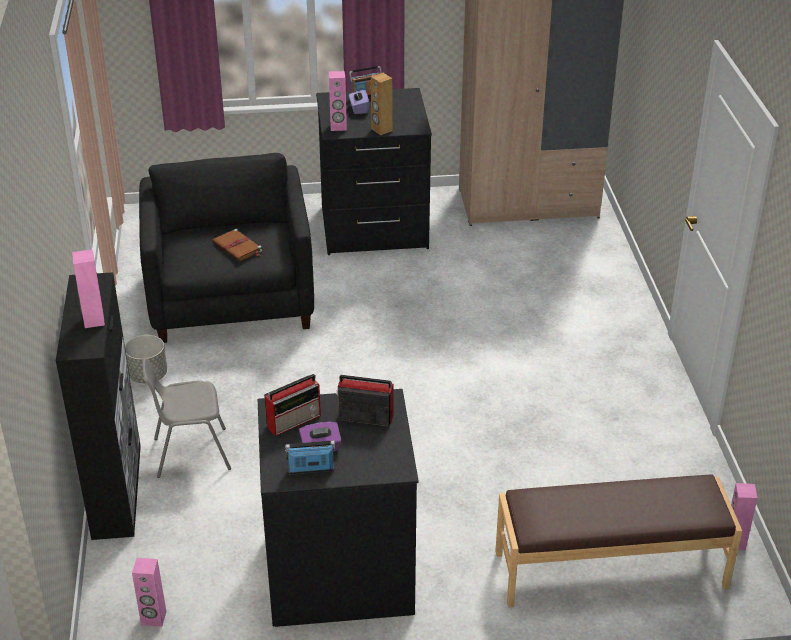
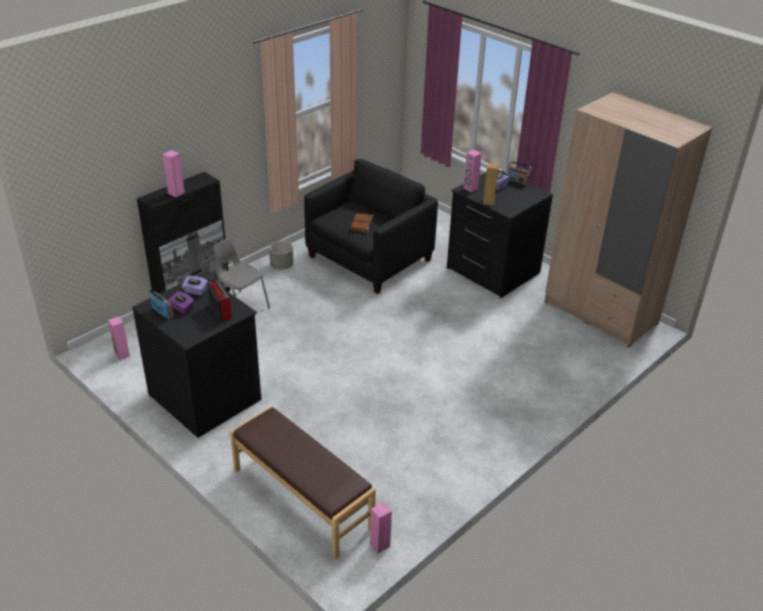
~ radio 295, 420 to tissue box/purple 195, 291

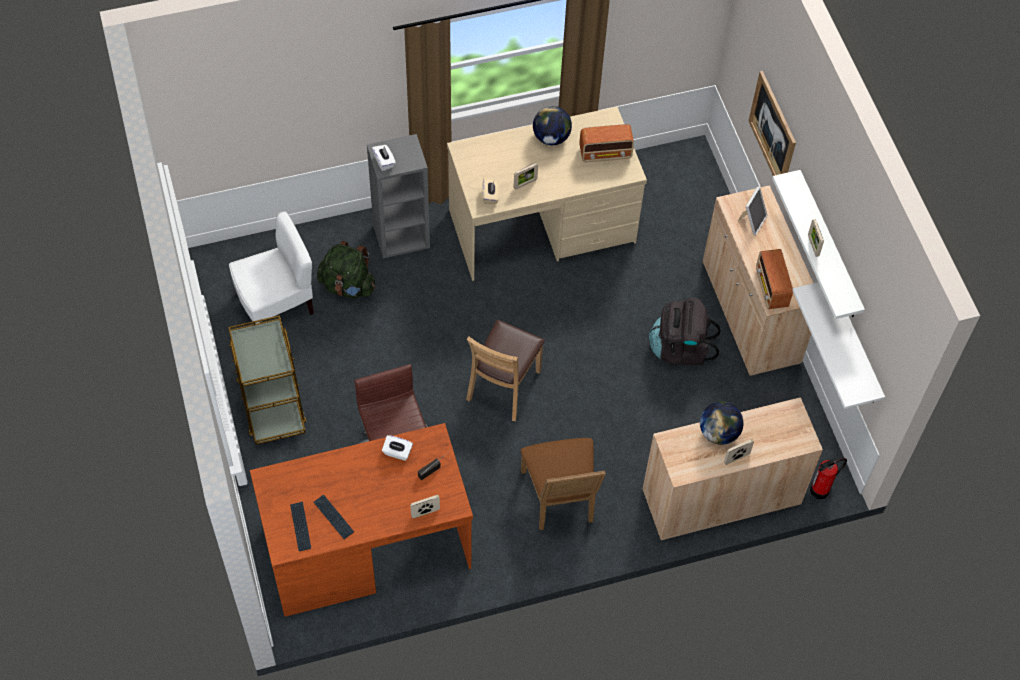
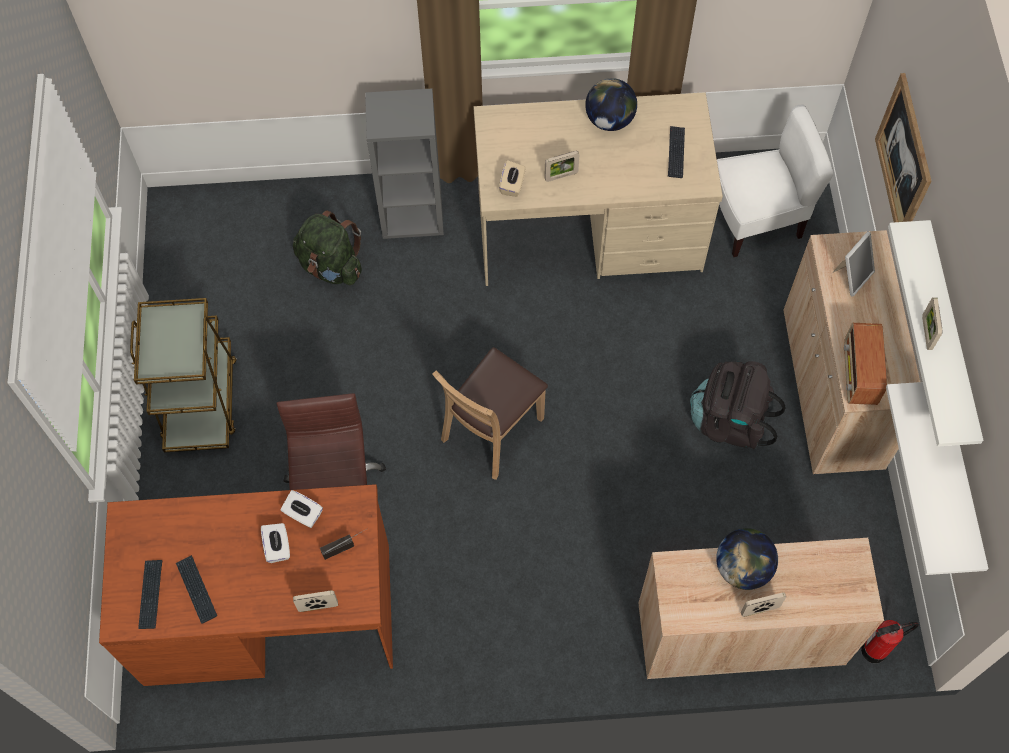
~ plain chair/white 276, 304 to 756, 219
~ tissue box/white 384, 162 to 278, 547
- plain chair/brownish 560, 500
~ radio 606, 153 to PC keyboard 676, 152

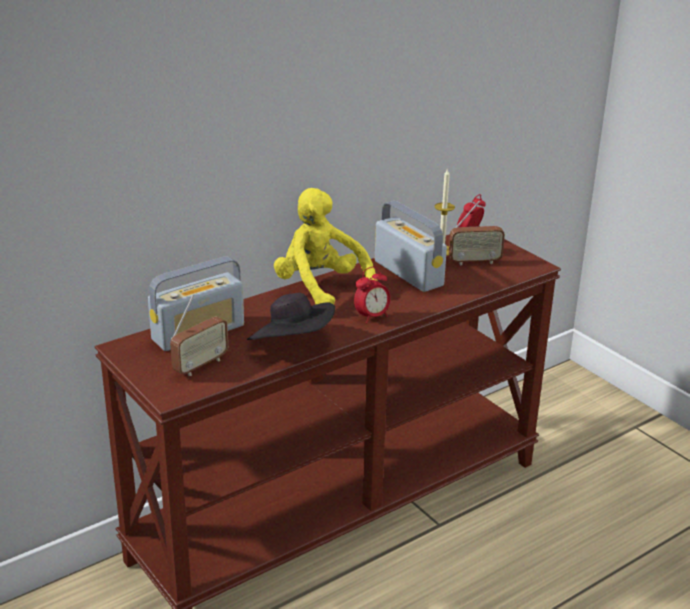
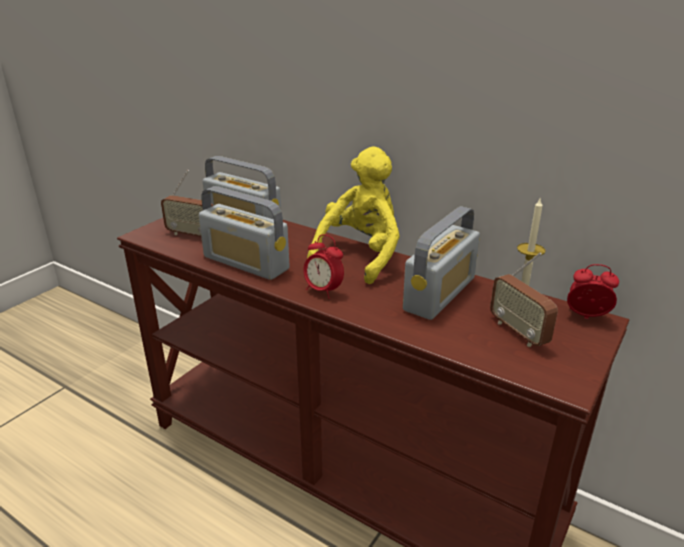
~ hat/black-coloured 292, 344 to radio 246, 263

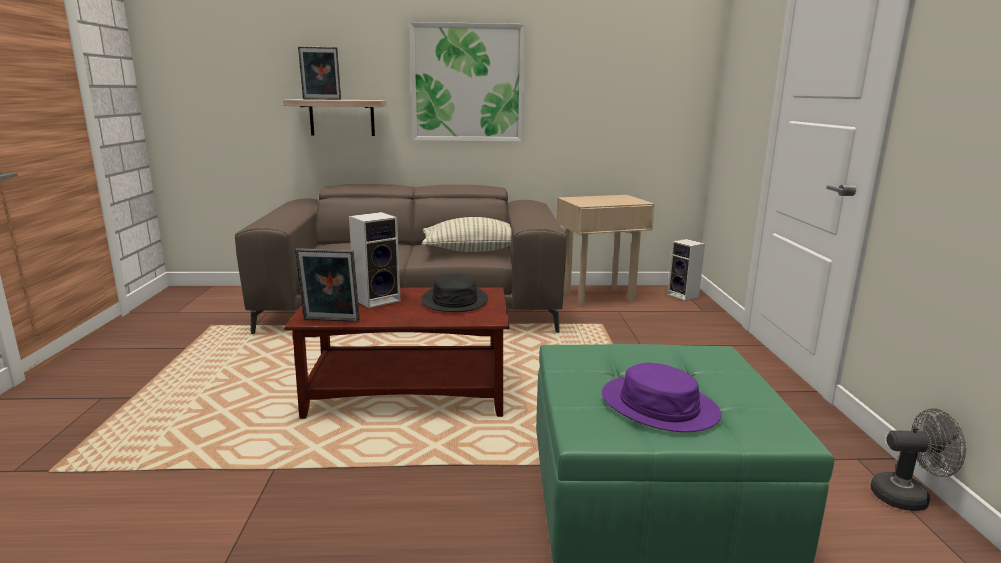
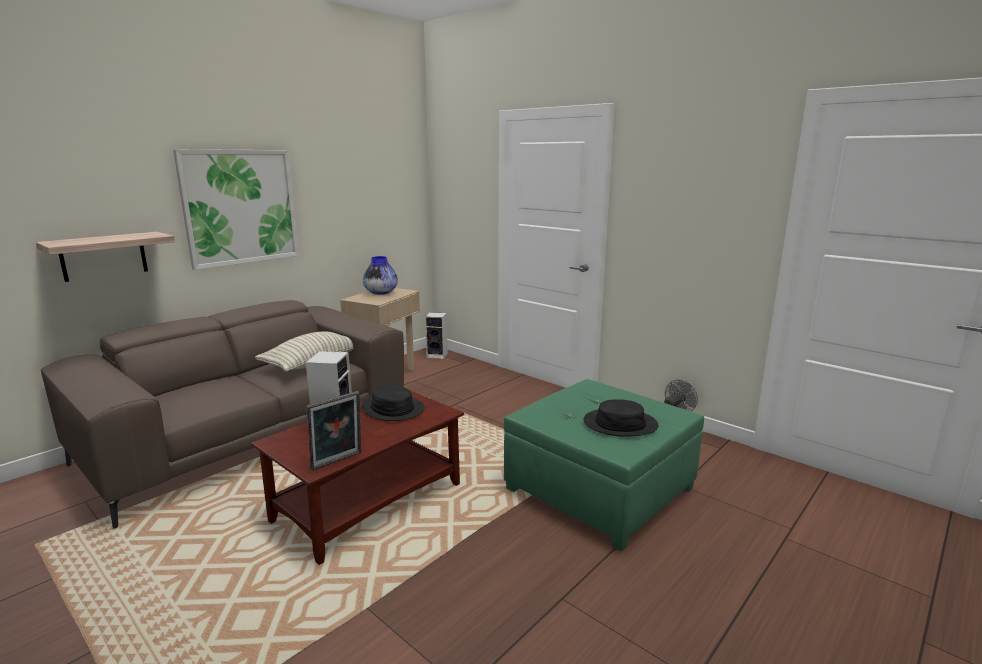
- standing frame 321, 99
~ hat/purple 659, 405 to hat/black-coloured 620, 424
+ flower vase 381, 293

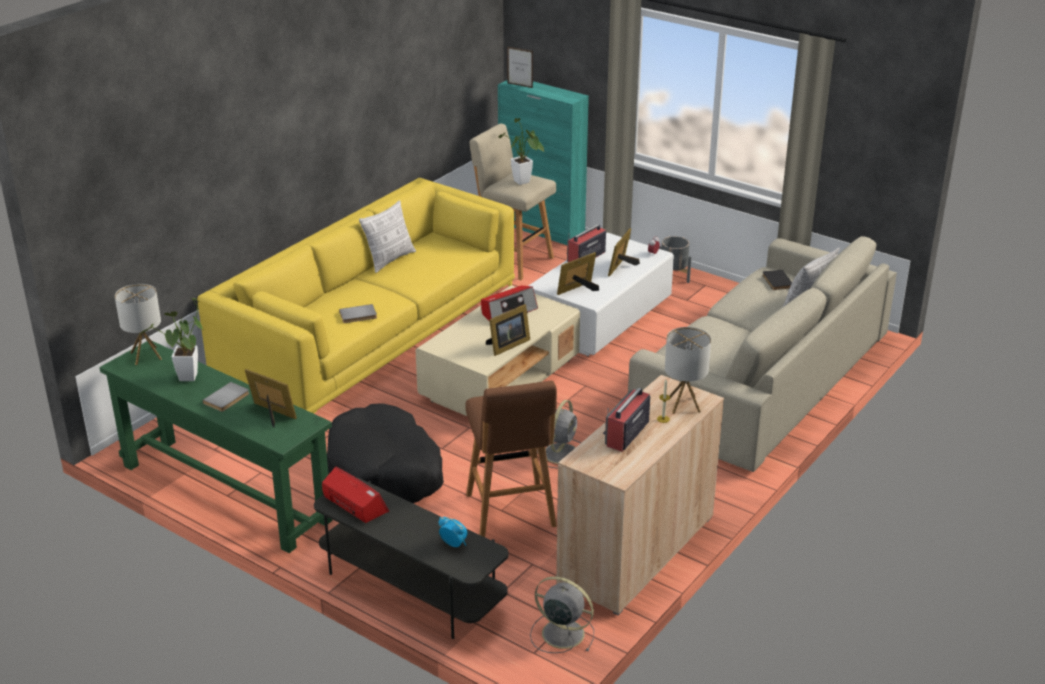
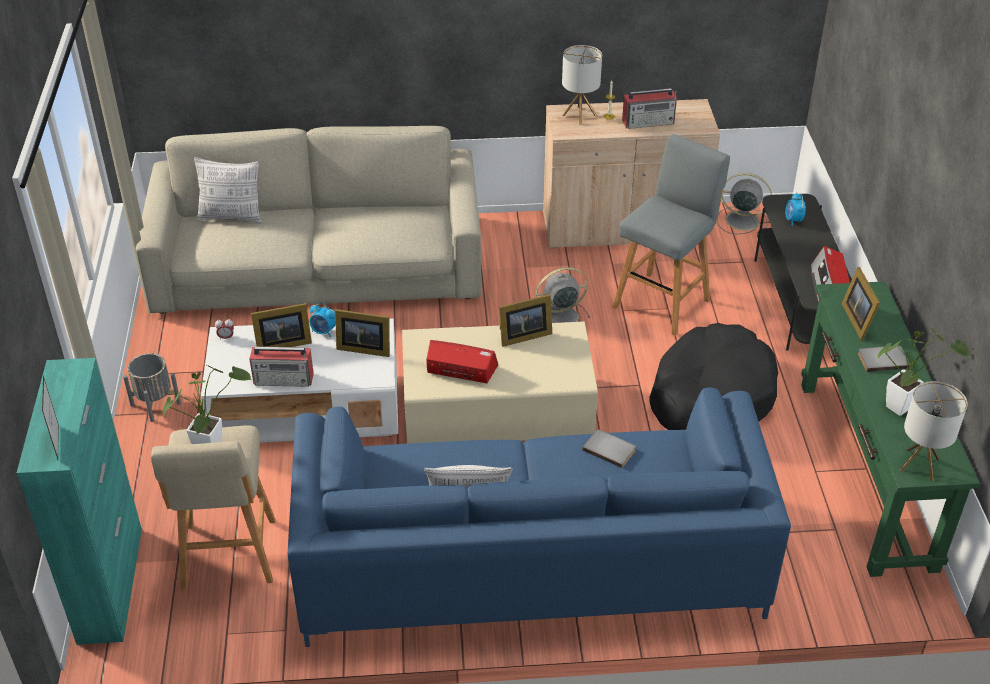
~ couch/yellow 371, 337 to couch/blue-coloured 529, 561
~ stool/brownish 511, 512 to stool/greyish 663, 302
~ standing frame 507, 345 = 522, 336 150 degrees clockwise
~ electric fan/greyish 561, 633 = 740, 220 120 degrees clockwise
- volume/black-coloured 776, 281
+ table clock 323, 331

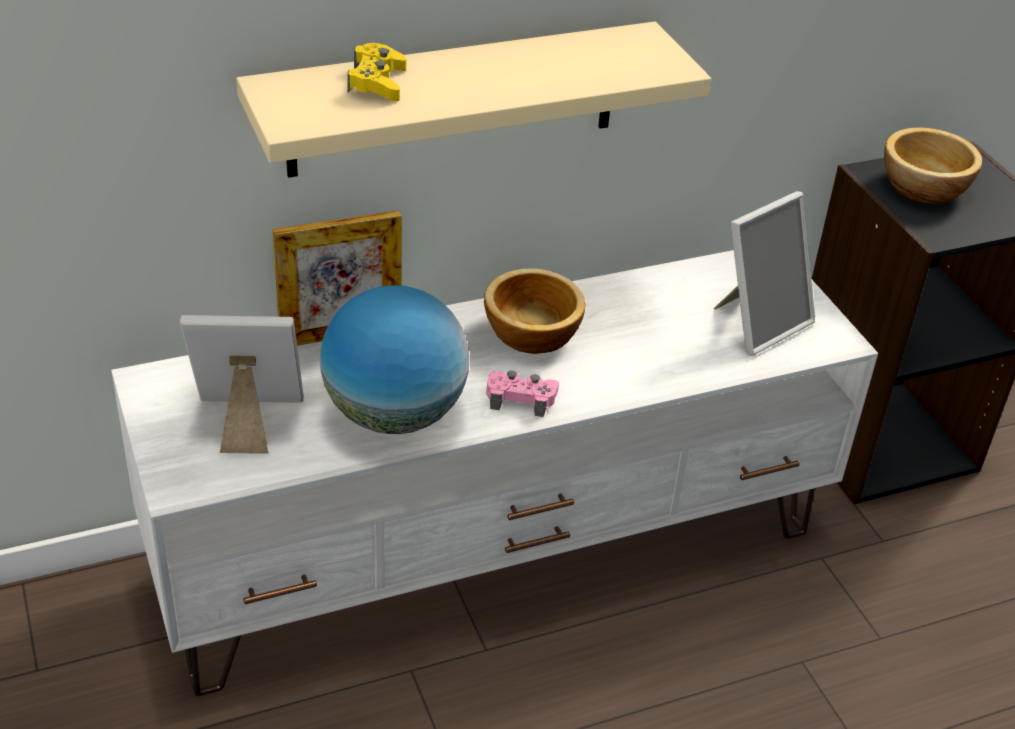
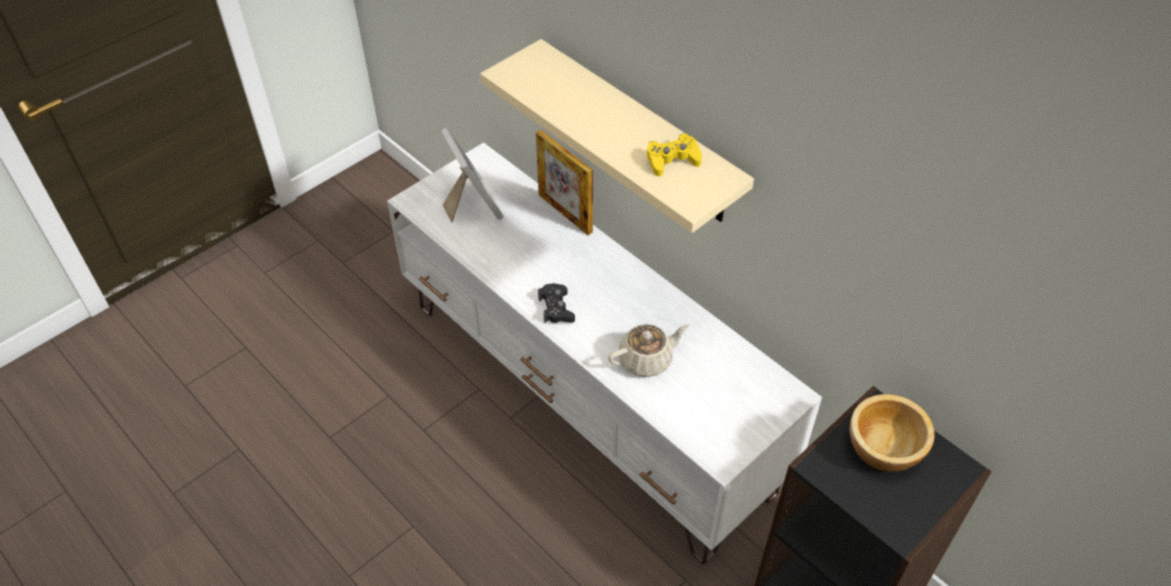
- world globe 394, 414
~ gamepad/yellow 377, 82 to 672, 160
- serving bowl 530, 332
~ gamepad/pink 521, 398 to gamepad/black-coloured 556, 308
- standing frame 758, 322
+ teapot/beige-coloured 646, 360

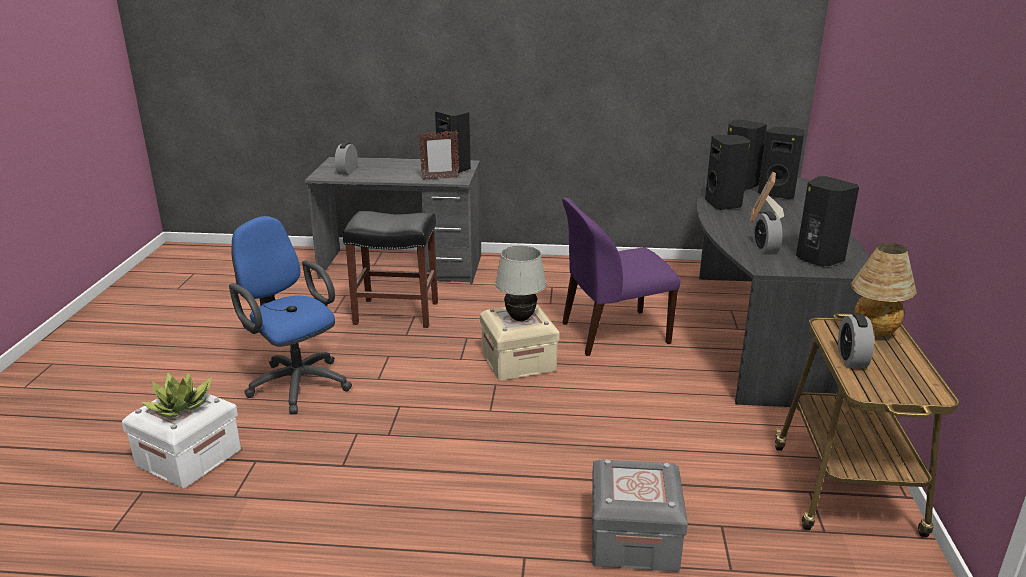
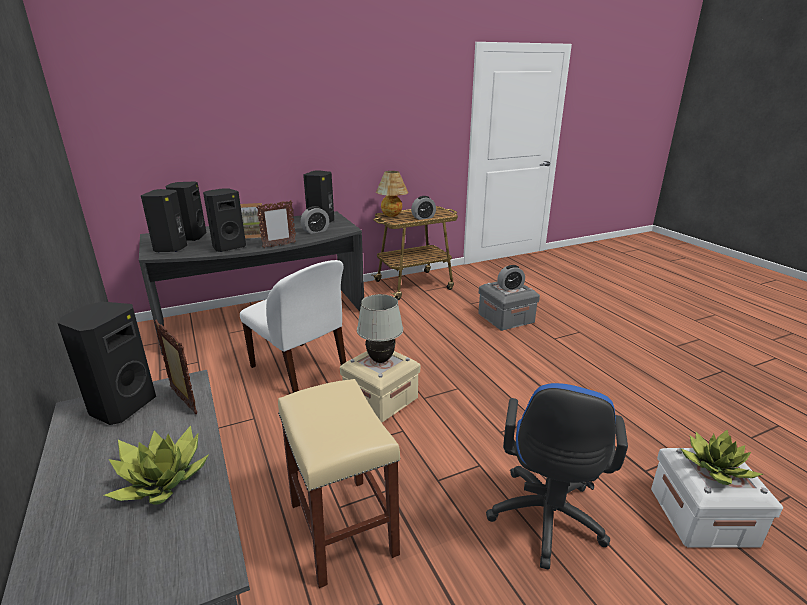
~ table clock 347, 171 to 510, 288
~ stool/black-coloured 395, 313 to stool/beige-coloured 344, 529
~ plain chair/purple 612, 333 to plain chair/white 300, 370
+ potted plant 162, 479
+ standing frame 279, 245

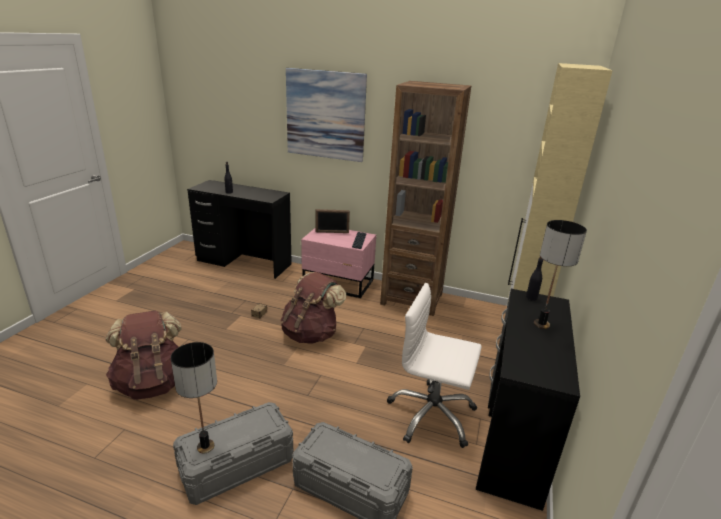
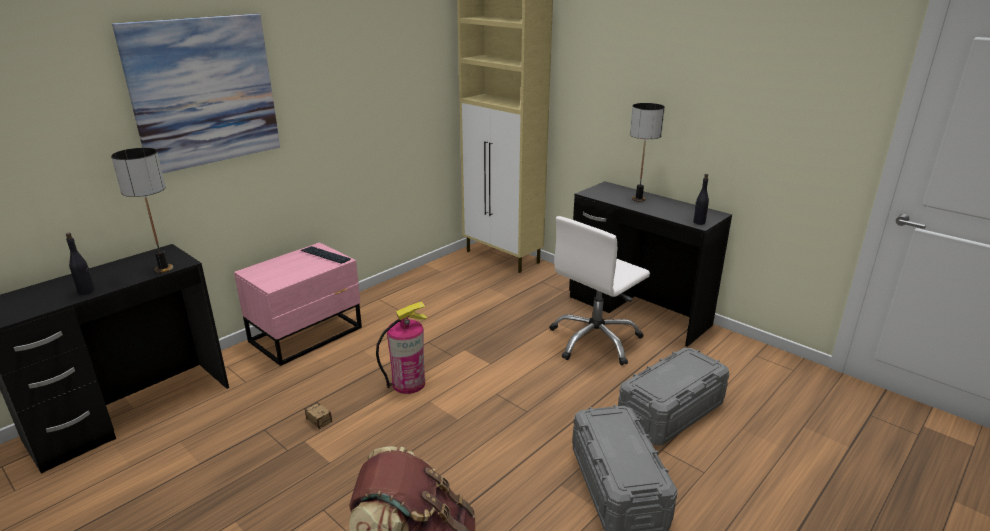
~ tabletop lamp 205, 446 to 163, 269
~ backpack/brownish 311, 334 to fire extinguisher 408, 383
- standing frame 332, 232
- bookcase/brownish 412, 299
~ drink bottle/black-coloured 531, 297 to 699, 222

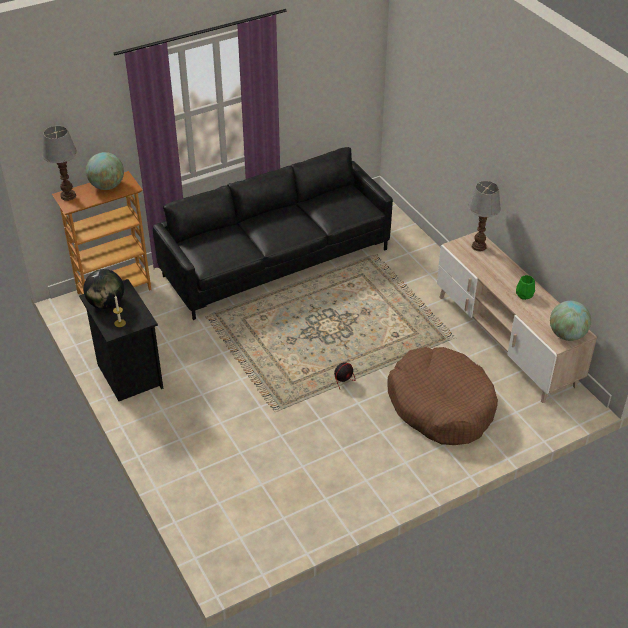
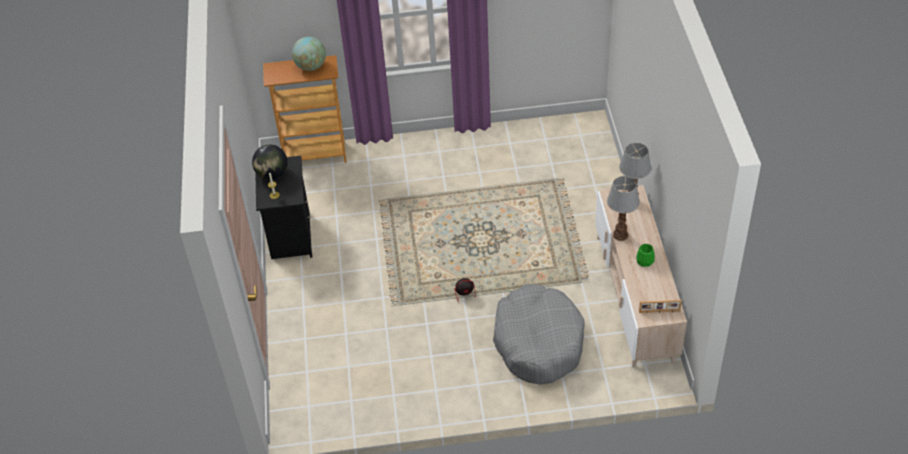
~ tabletop lamp 68, 196 to 620, 235
- couch/black-coloured 277, 264
~ dog bed/brownish 441, 405 to dog bed/greyish 538, 342
~ world globe 567, 335 to standing frame 659, 312

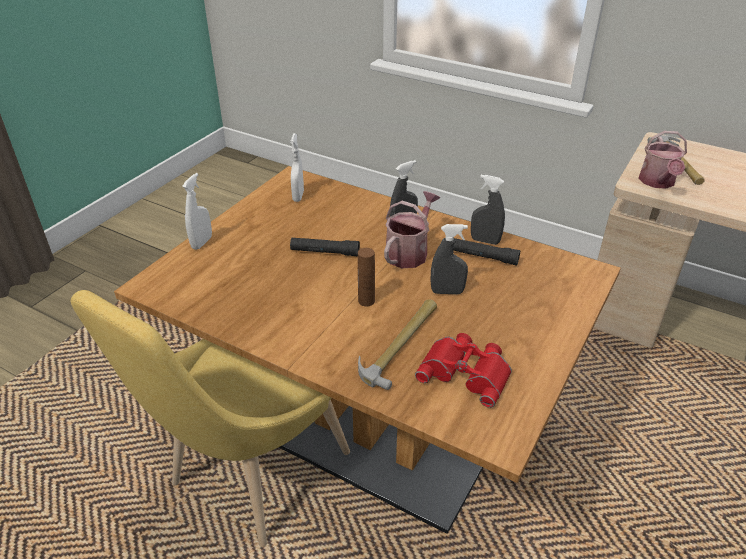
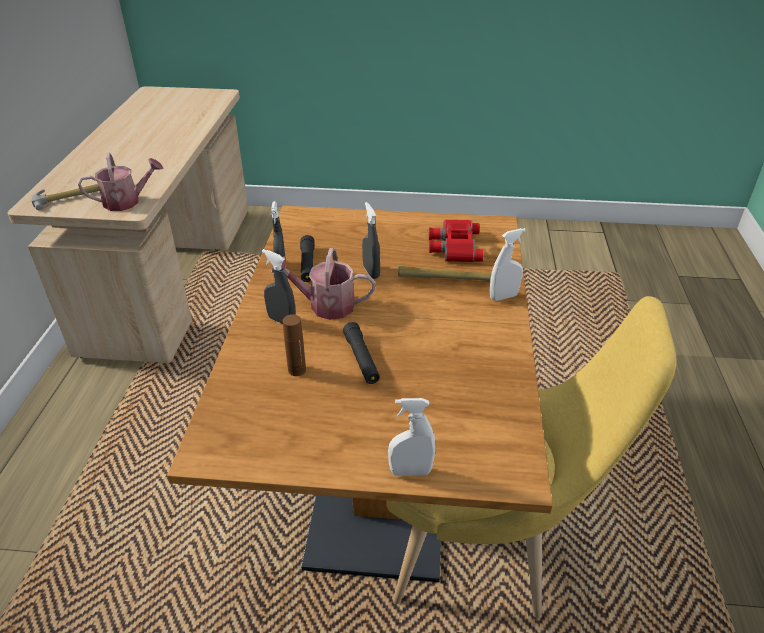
~ sprayer/white 298, 196 to 503, 297
~ drink bottle/brownish 366, 301 to 297, 370

